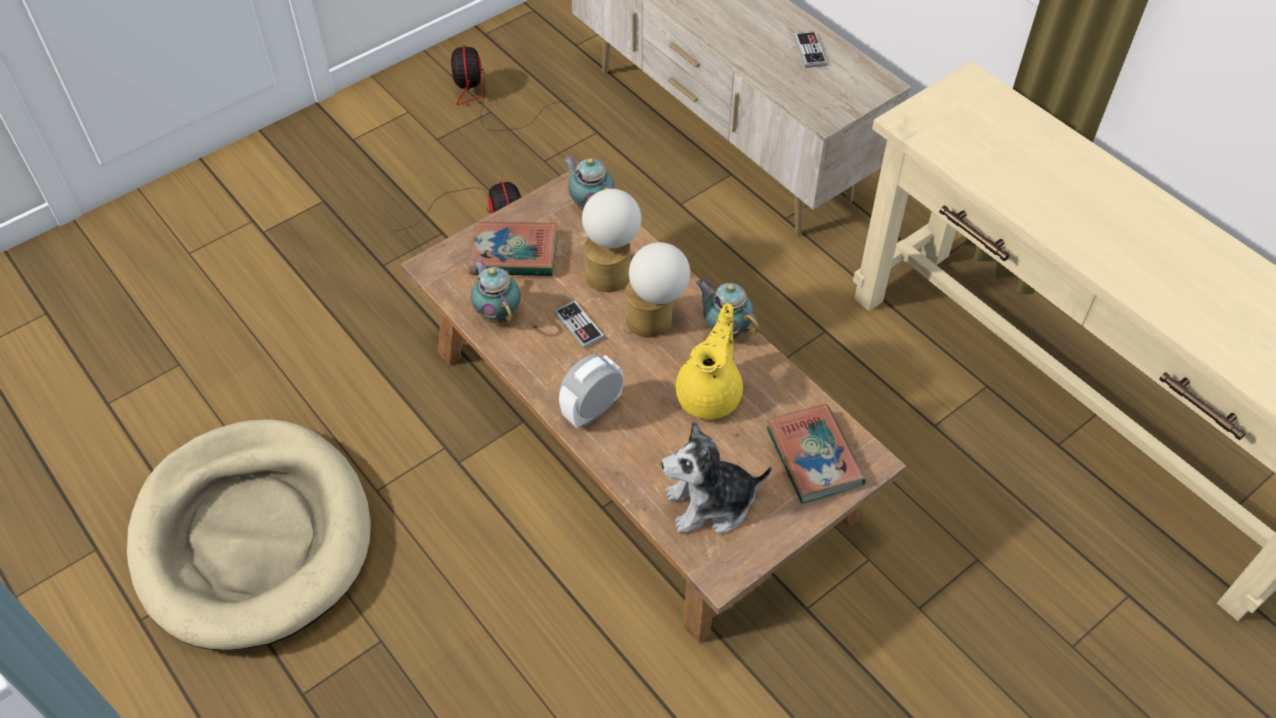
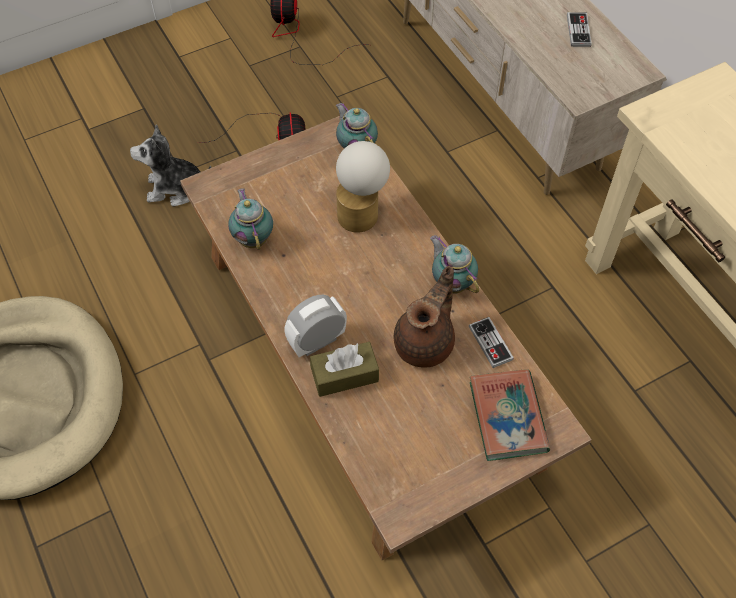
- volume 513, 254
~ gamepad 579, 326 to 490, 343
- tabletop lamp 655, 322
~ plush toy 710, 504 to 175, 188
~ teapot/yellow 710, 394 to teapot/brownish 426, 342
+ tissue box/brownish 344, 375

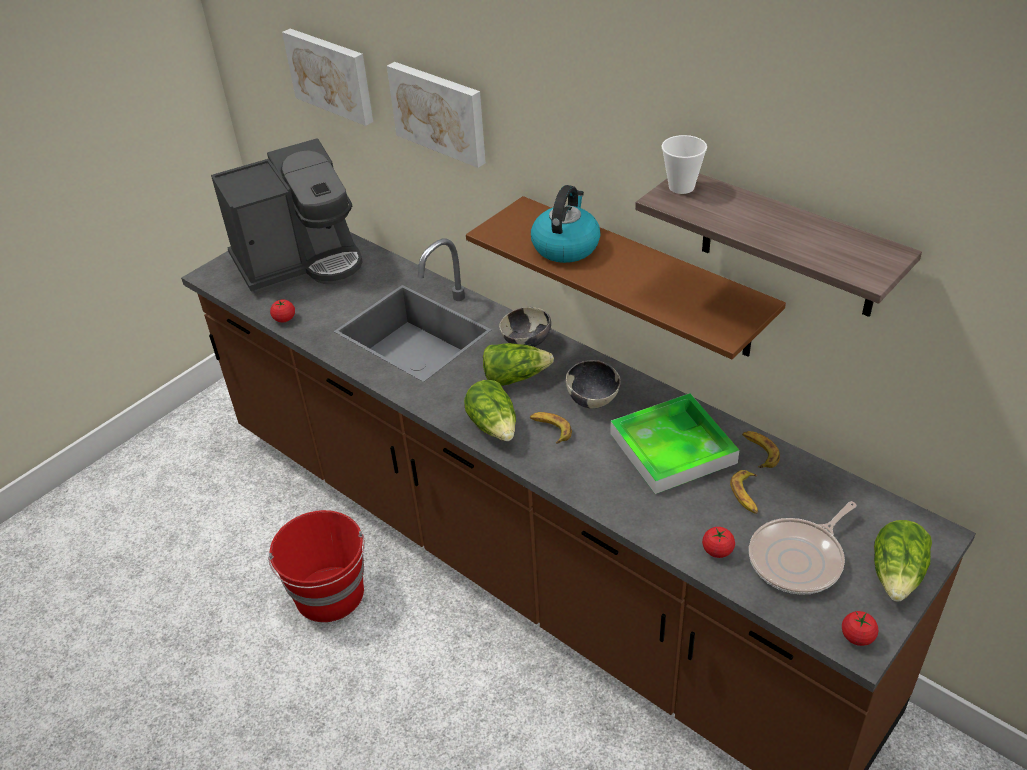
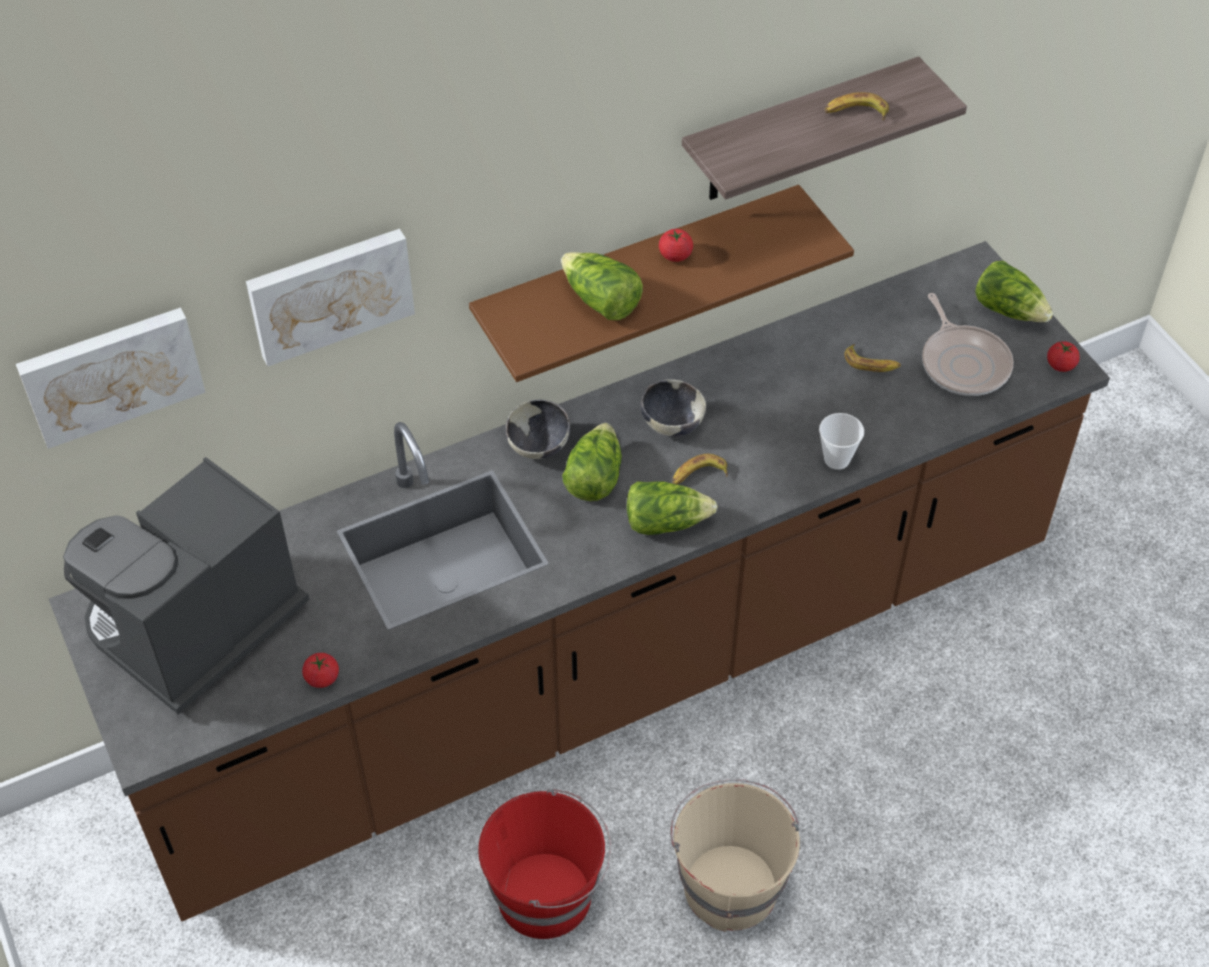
~ coffee machine 301, 262 = 196, 629 135 degrees counterclockwise
~ kettle 565, 246 to head of lettuce 600, 301
- serving tray 672, 448
~ drinking cup 681, 187 to 837, 459
~ tomato 717, 550 to 675, 255
~ banana fruit 758, 452 to 855, 113
+ water bucket/beige-coloured 729, 884

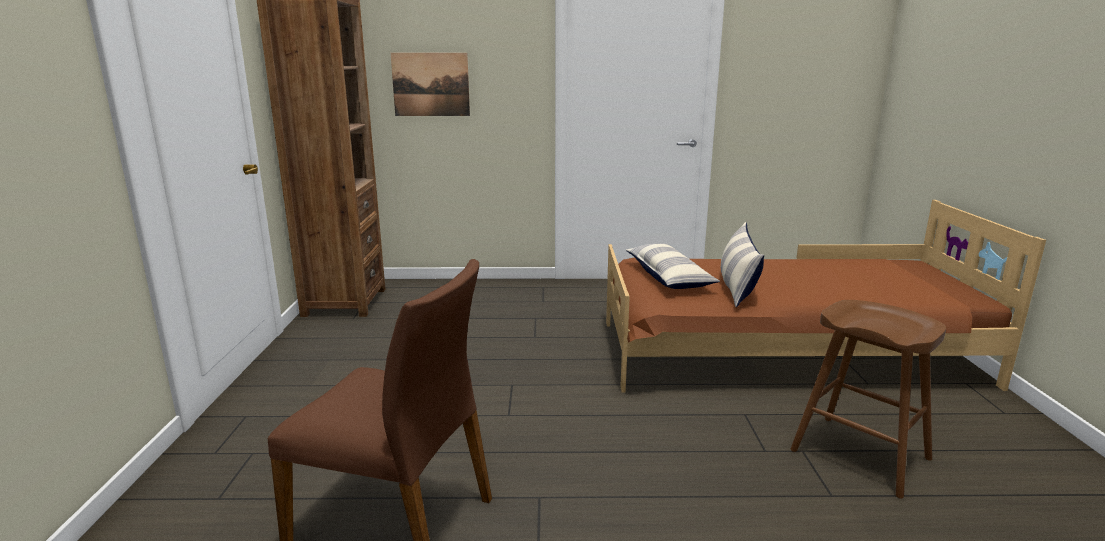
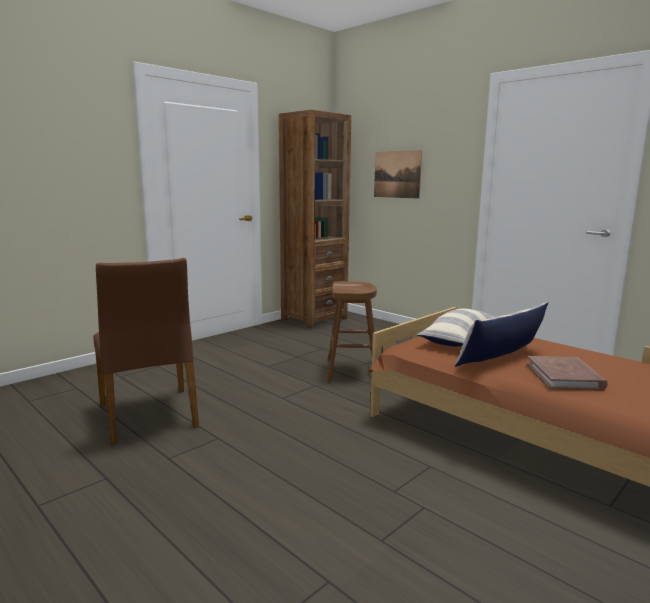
~ stool/brownish 859, 454 to 352, 370
+ volume/brownish 564, 377

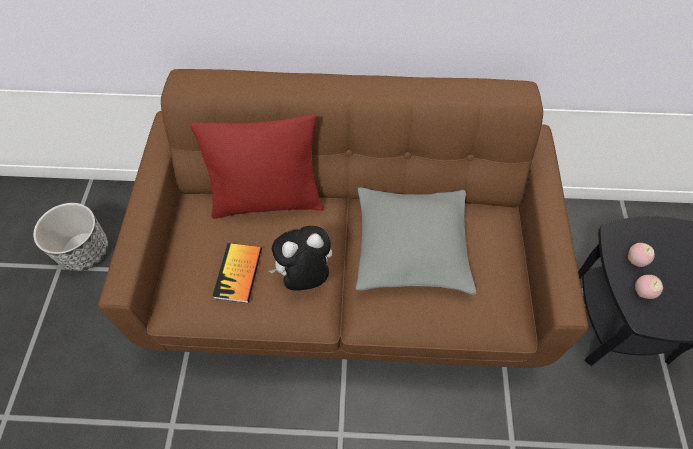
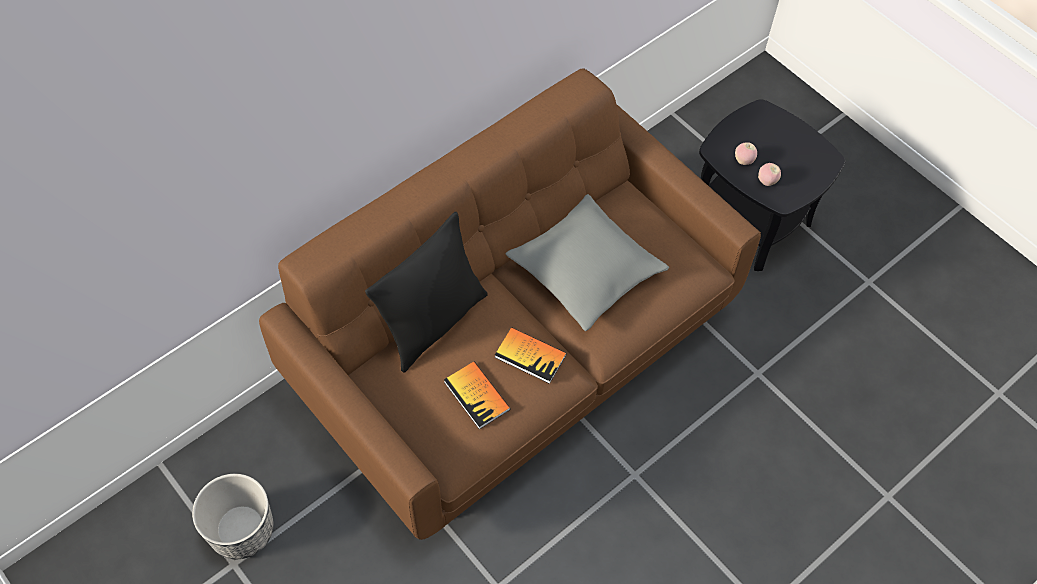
~ pillow/red-coloured 267, 201 to pillow/black-coloured 433, 323
~ plush toy 304, 276 to volume 530, 356

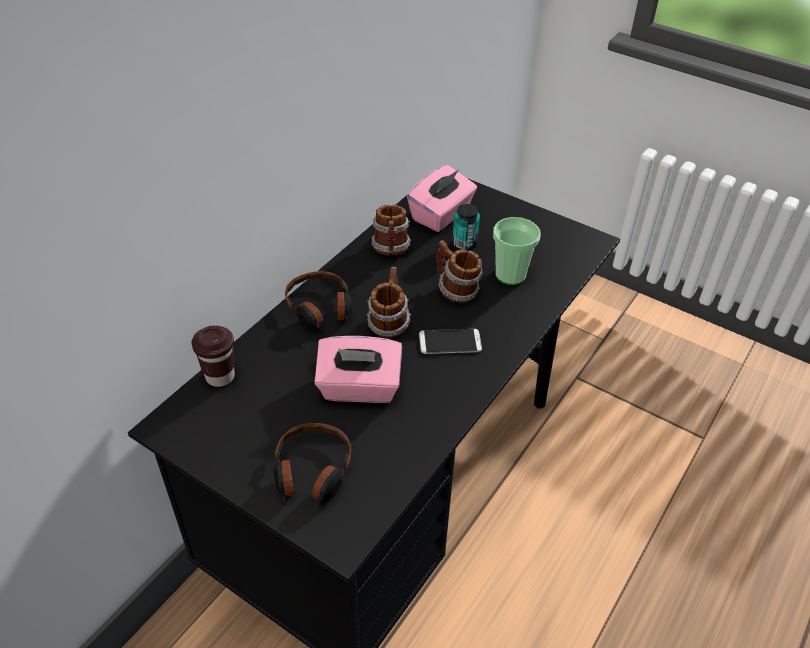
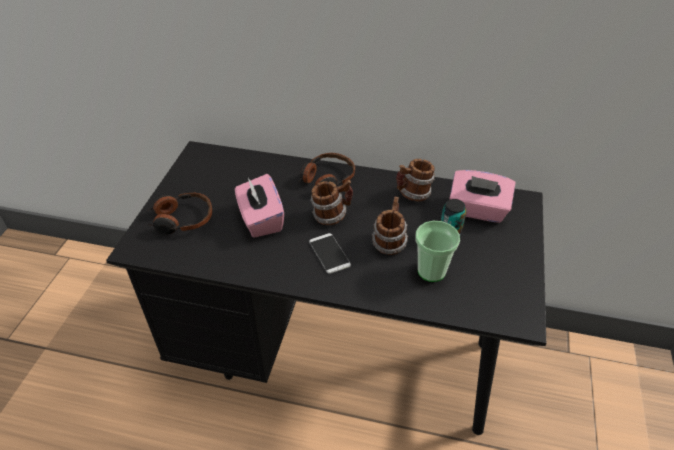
- drinking cup/brownish 220, 376

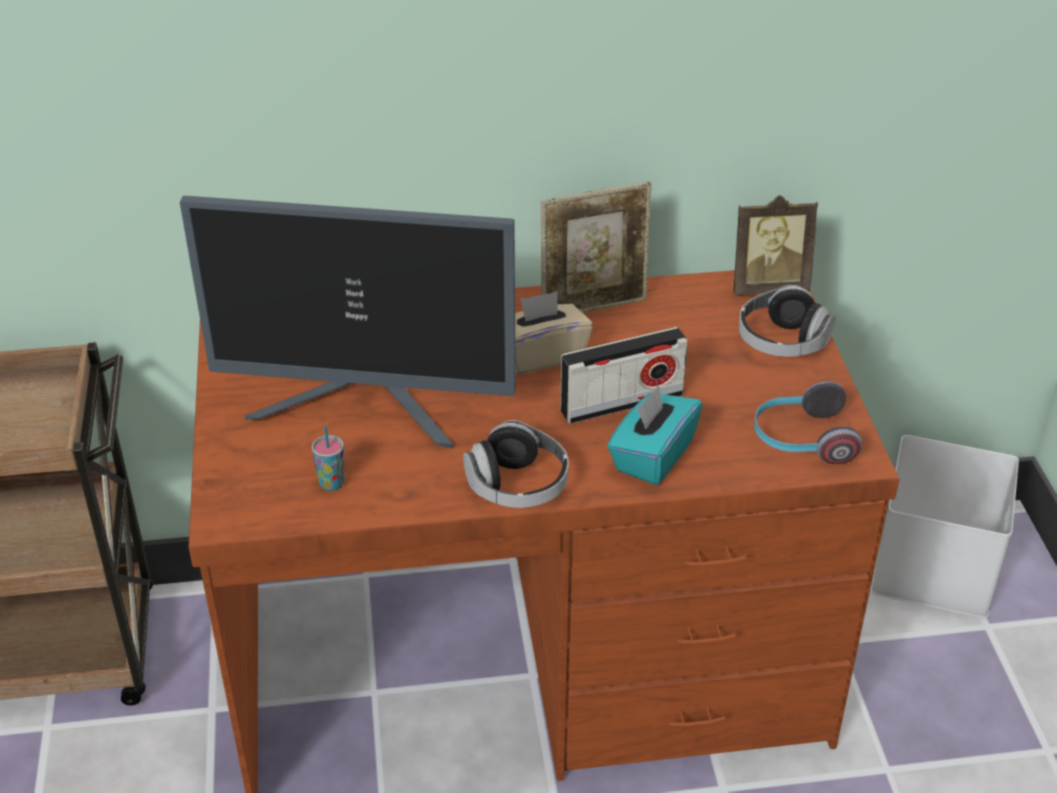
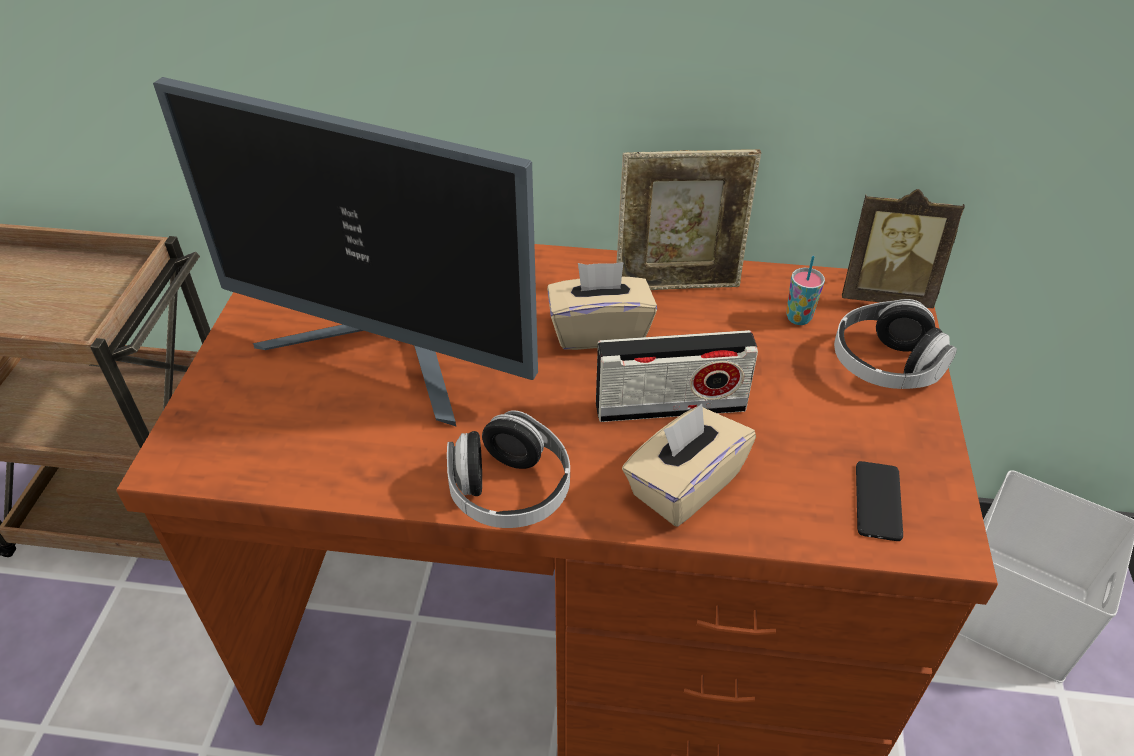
~ drinking cup 332, 483 to 798, 318
~ tissue box/blue-green 652, 456 to tissue box/beige-coloured 683, 485
~ pair of headphones 801, 440 to telephone 878, 501

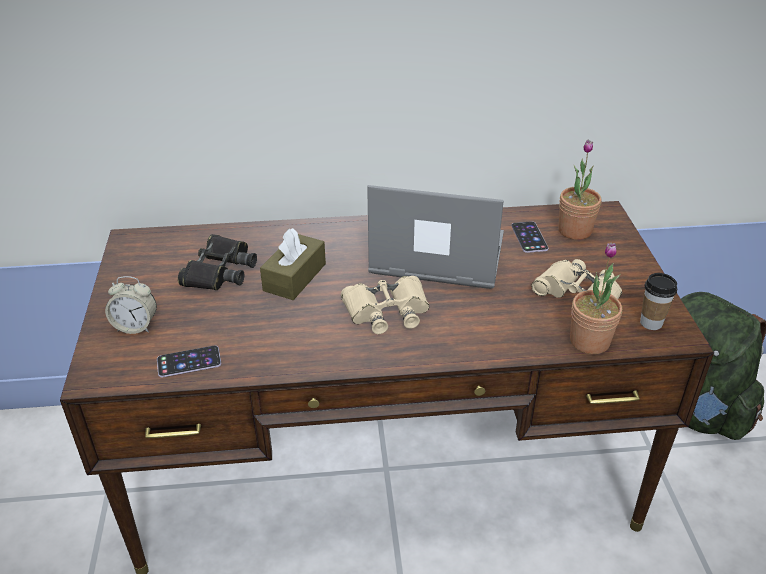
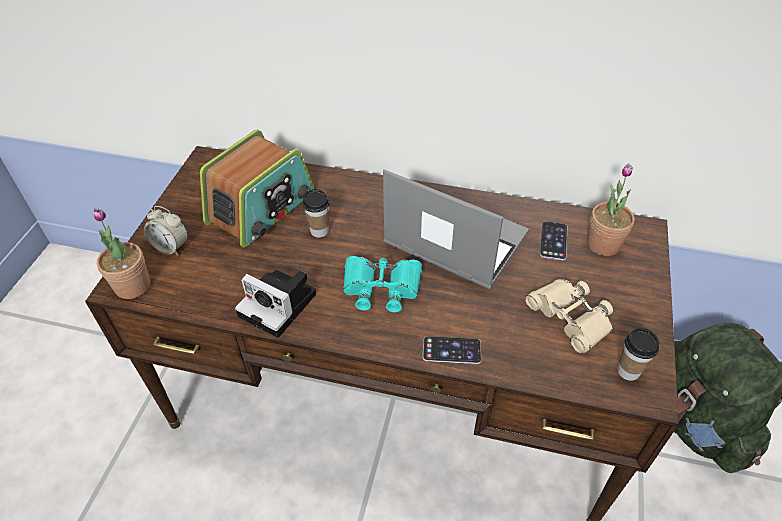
~ telephone 189, 362 to 451, 350
~ binoculars/black-coloured 220, 270 to radio 261, 208
~ tissue box/brownish 294, 277 to drinking cup 319, 231
~ binoculars/beige-coloured 387, 311 to binoculars/blue-green 381, 287
~ potted plant 589, 341 to 132, 286
+ still camera 280, 305

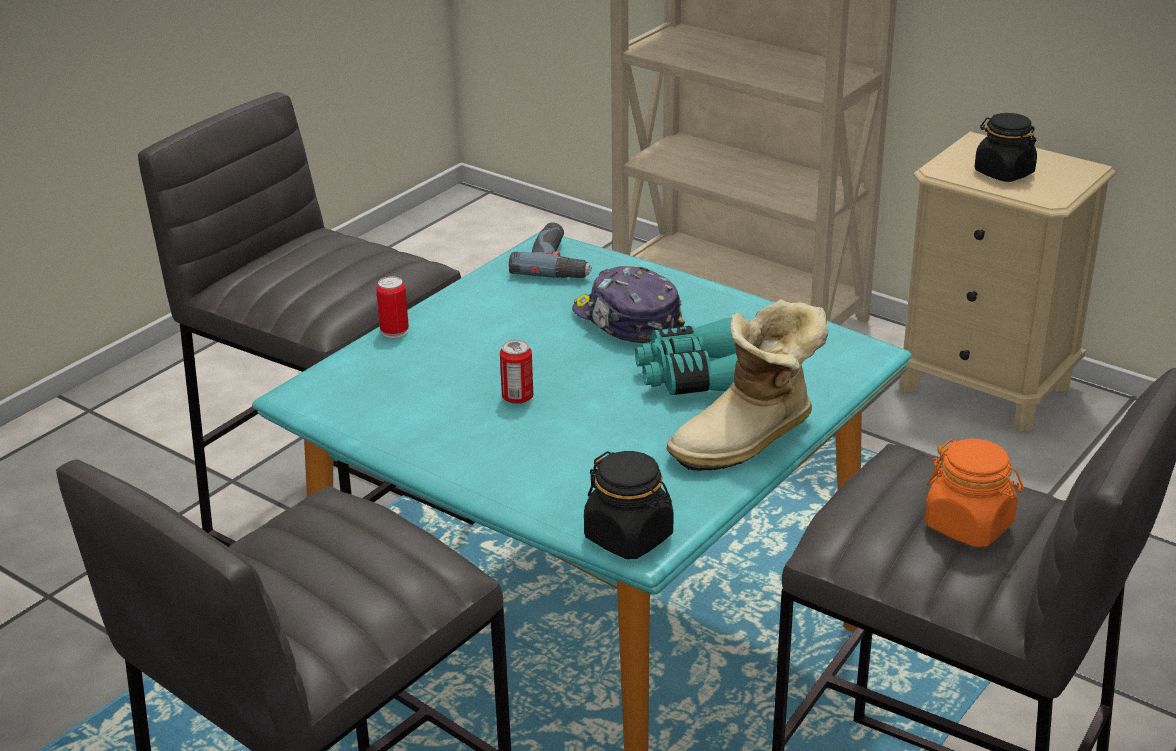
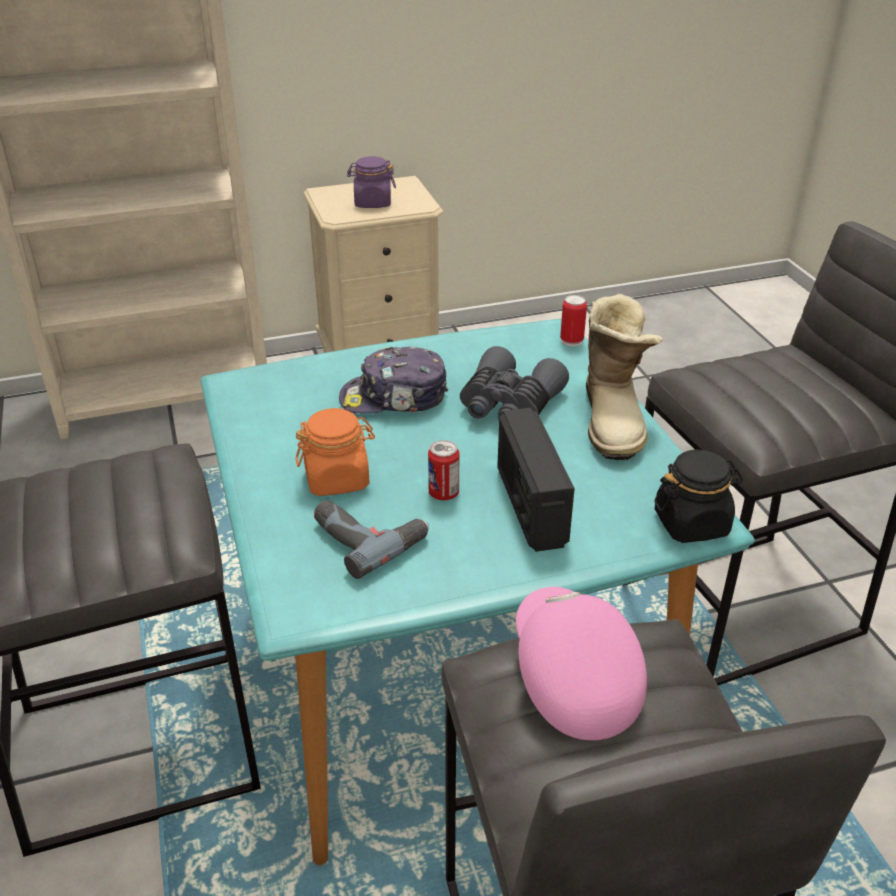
~ metal can 394, 331 to 571, 340
~ electric drill 559, 262 to 368, 537
~ binoculars/blue-green 695, 377 to binoculars/greyish 508, 404
~ preserve jar/orange 969, 525 to 337, 479
~ preserve jar/black-coloured 1003, 173 to preserve jar/purple 372, 203
+ radio 530, 505
+ cap/pink 571, 678

